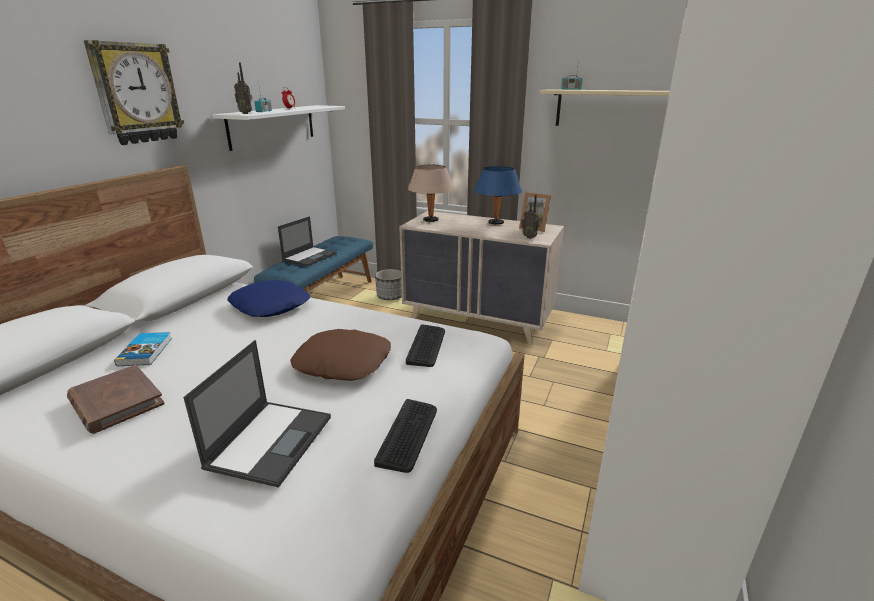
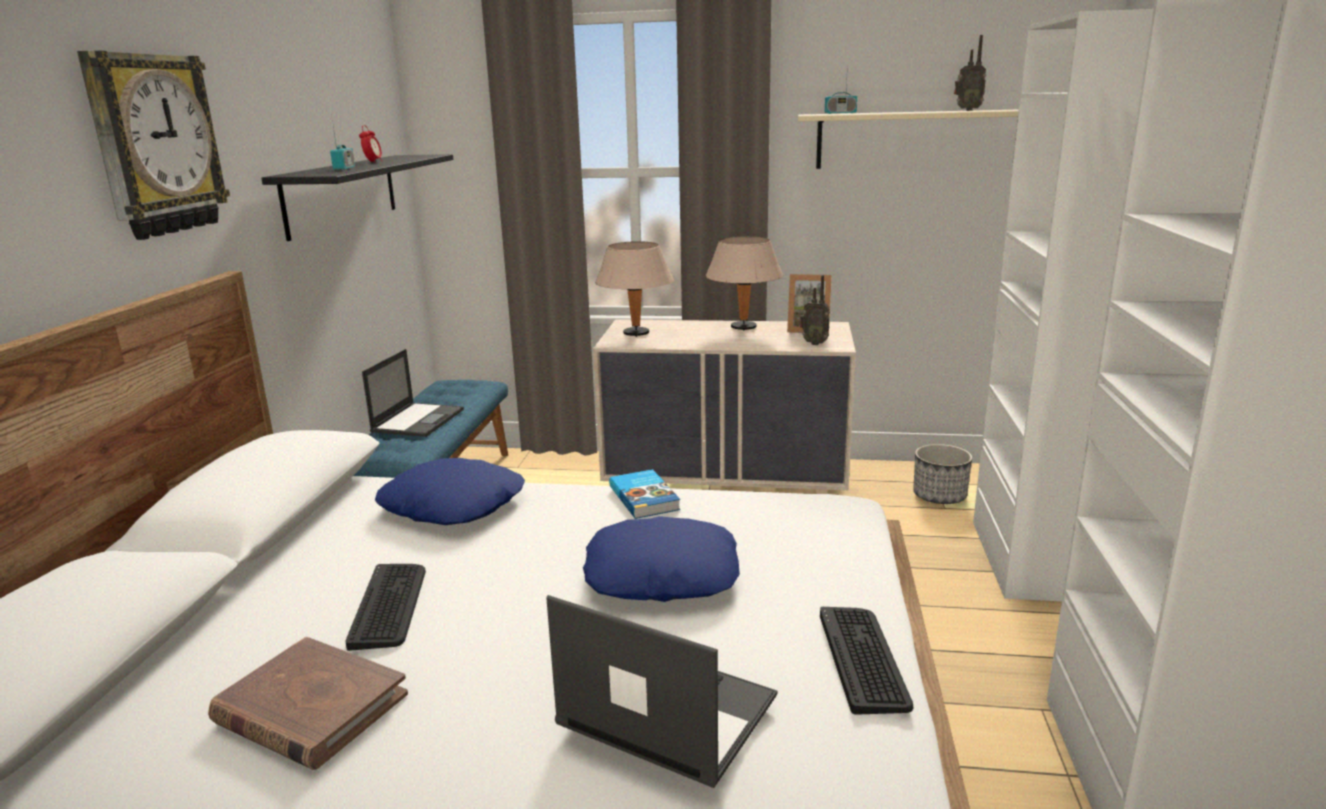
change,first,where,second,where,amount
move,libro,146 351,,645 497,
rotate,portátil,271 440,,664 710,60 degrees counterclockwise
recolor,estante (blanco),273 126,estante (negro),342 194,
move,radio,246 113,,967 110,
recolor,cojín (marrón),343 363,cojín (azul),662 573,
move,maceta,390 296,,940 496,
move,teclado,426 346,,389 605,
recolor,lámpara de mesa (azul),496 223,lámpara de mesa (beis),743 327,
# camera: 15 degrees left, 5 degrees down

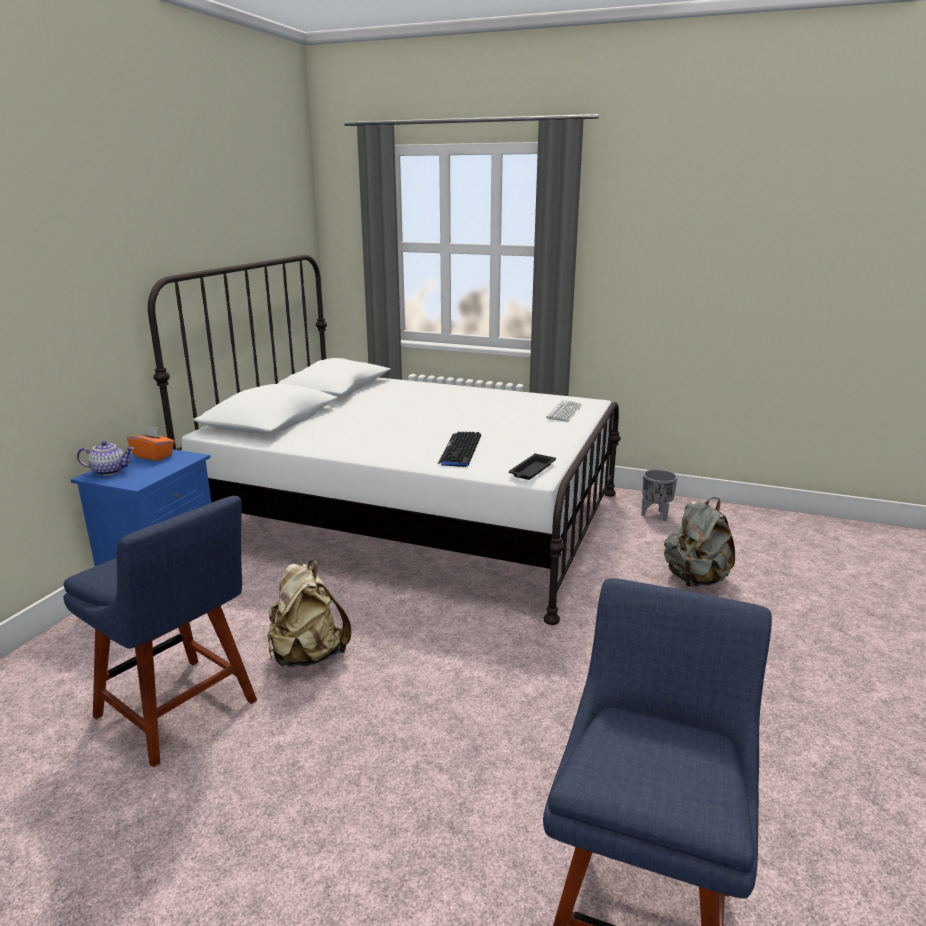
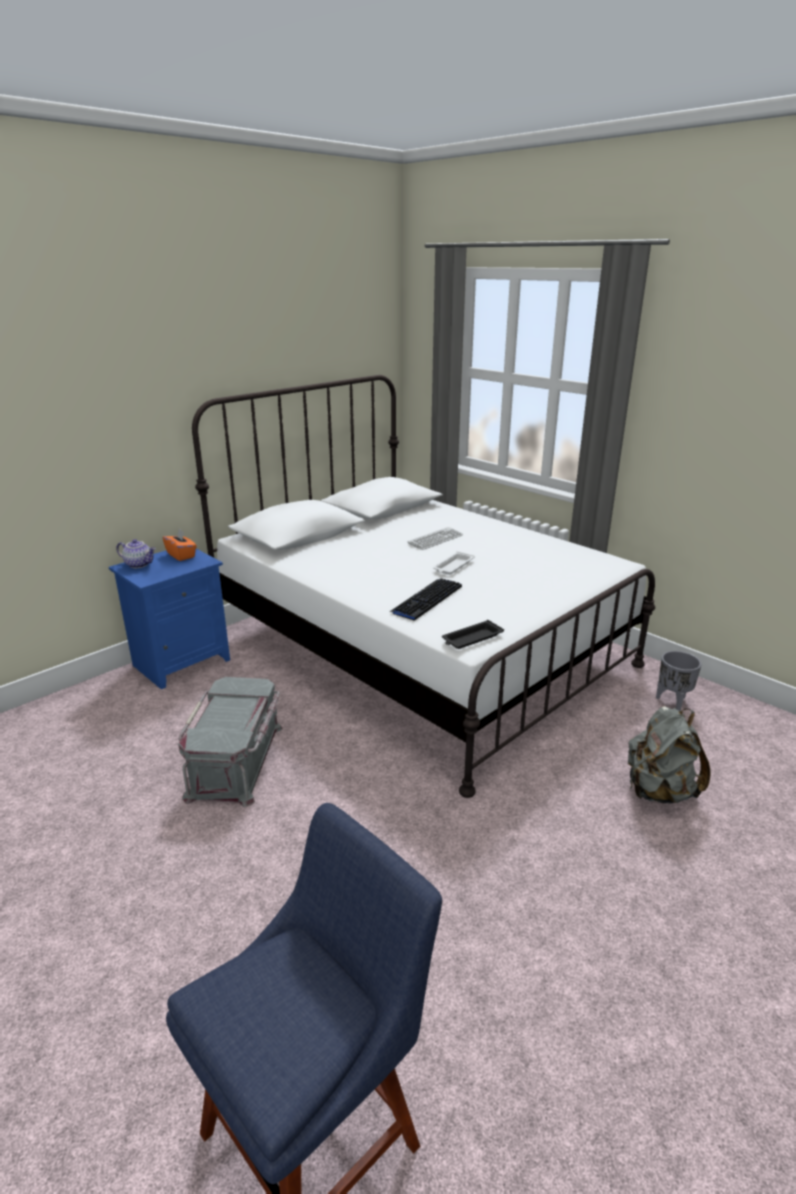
change,first,where,second,where,amount
delete,silla (azul),181 712,,,
replace,mochila (beis),308 655,caja de almacenaje (gris),237 761,
move,teclado,564 412,,435 539,
insert,,,bandeja (blanco),453 566,
# camera: 25 degrees right, 5 degrees up

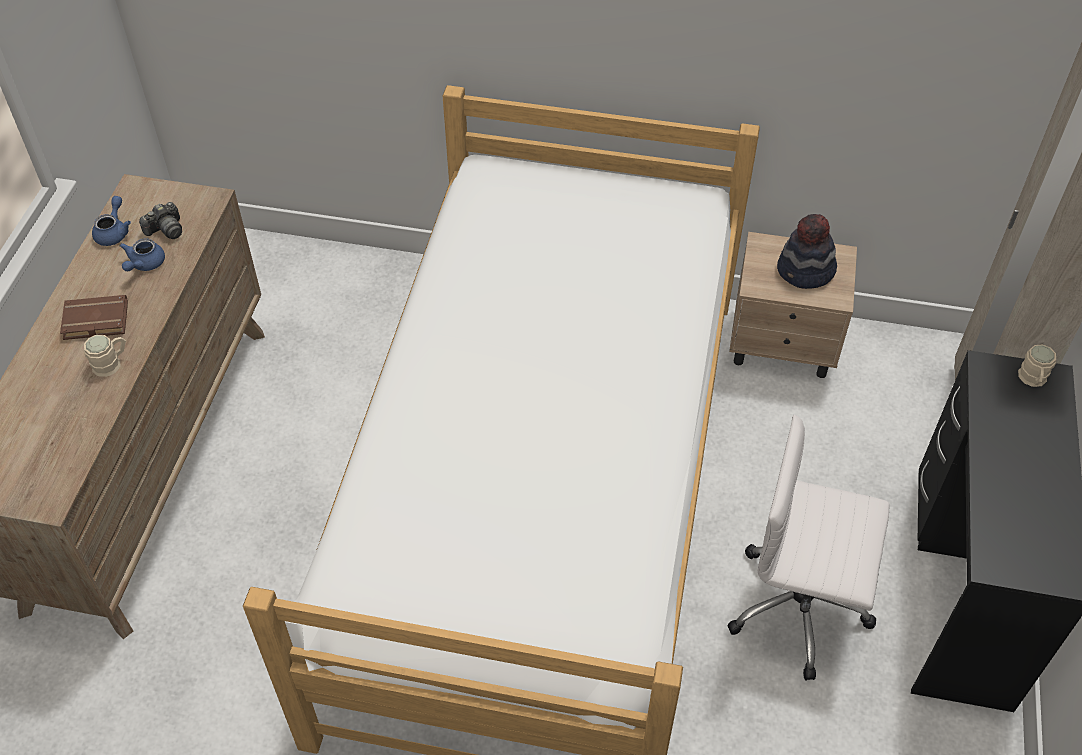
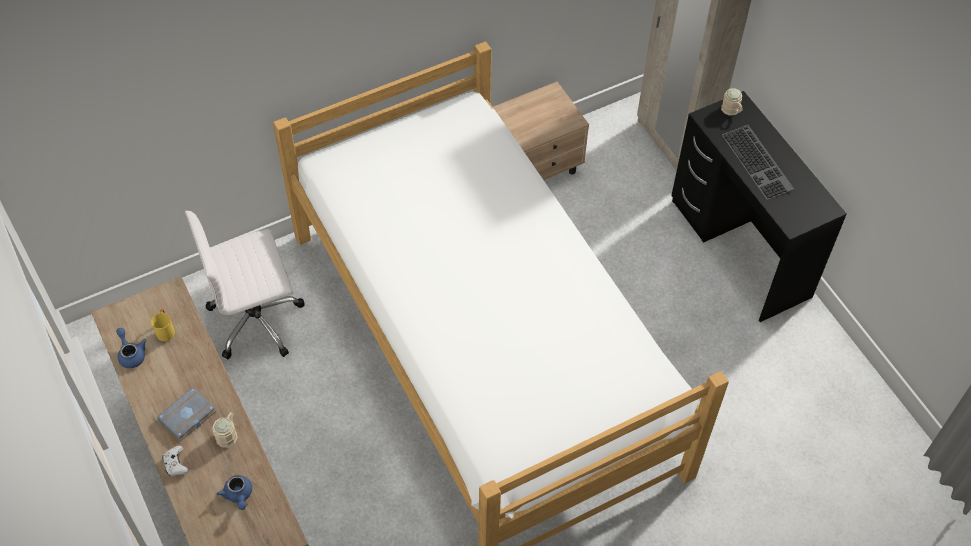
change,first,where,second,where,amount
recolor,libro (marrón),94 322,libro (gris),187 417,
move,tetera (azul),144 264,,238 495,
replace,cámara,166 230,taza grande (amarillo),165 330,
move,silla de oficina (blanco),800 607,,257 319,
delete,sombrero,805 272,,,
insert,,,mando de consola (blanco),176 464,
insert,,,teclado,759 162,
# camera: 40 degrees left, 5 degrees up

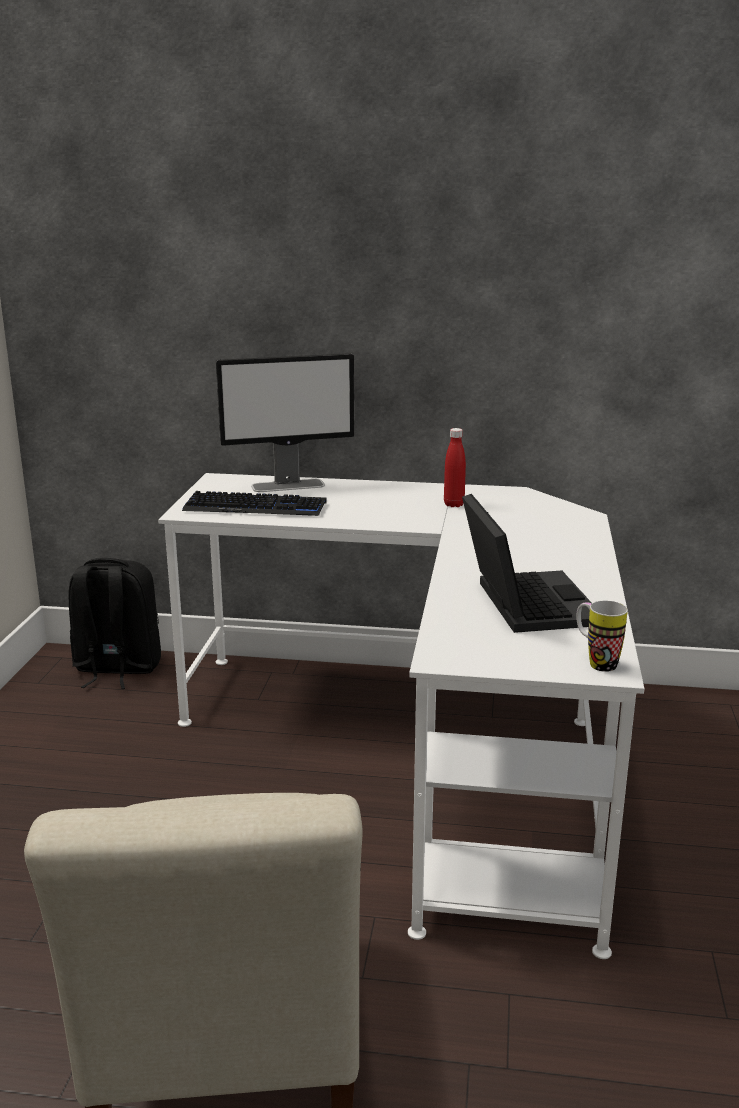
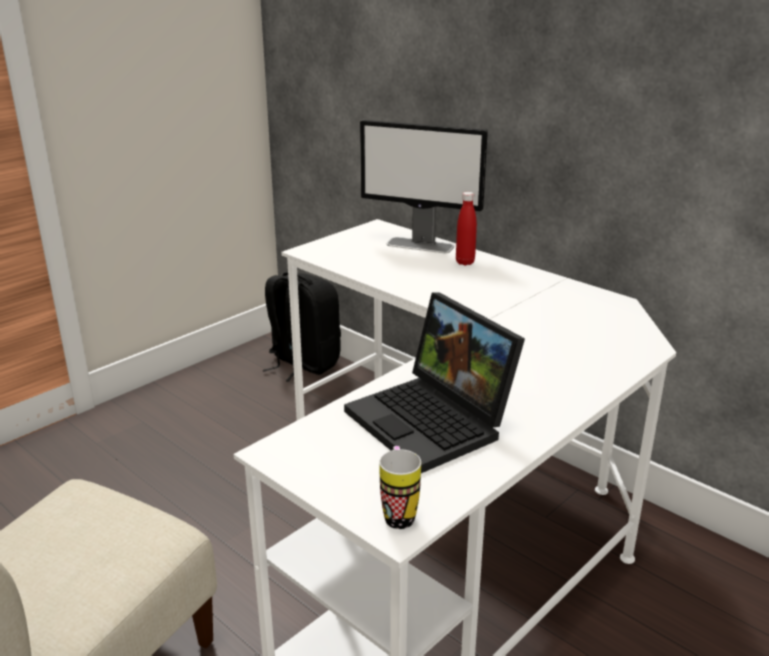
change,first,where,second,where,amount
delete,teclado,255 507,,,
move,botella (rojo),454 504,,465 262,
rotate,portátil,523 603,,434 422,120 degrees clockwise
# camera: 35 degrees right, 5 degrees up

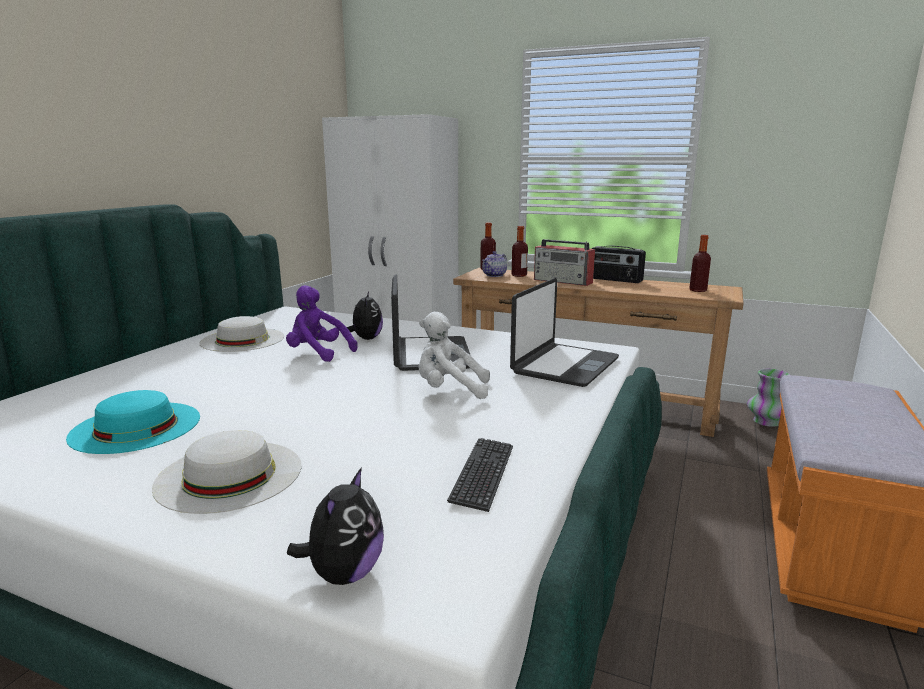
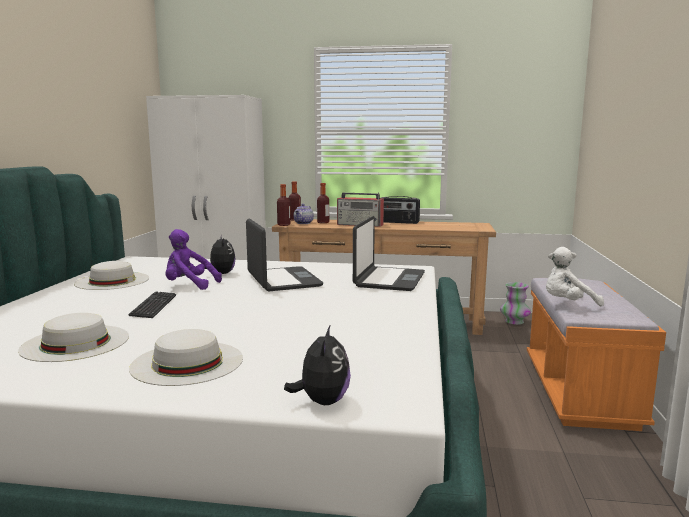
change,first,where,second,where,amount
recolor,sombrero (turquesa),136 426,sombrero (blanco),75 343,
move,peluche (blanco),450 391,,567 304,
move,teclado,483 474,,154 306,
move,botella,698 290,,284 225,
# camera: 15 degrees left, 5 degrees down

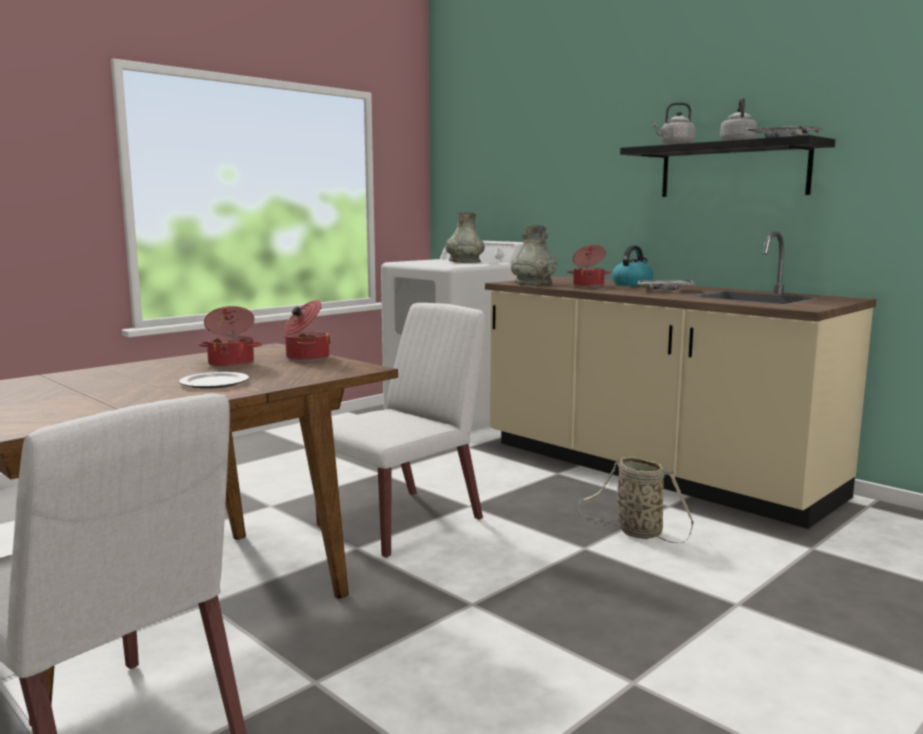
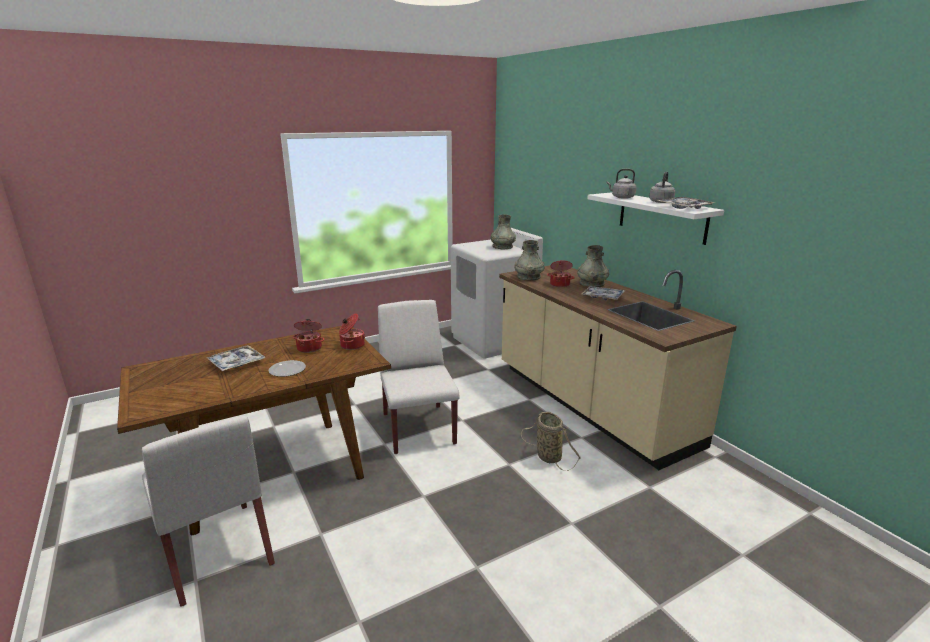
change,first,where,second,where,amount
rotate,silla (blanco),402 522,,418 428,75 degrees counterclockwise
replace,hervidor,632 284,florero (gris),592 283,
recolor,estante (negro),733 170,estante (blanco),661 217,
insert,,,bandeja,236 363,
# camera: 15 degrees right, 10 degrees up

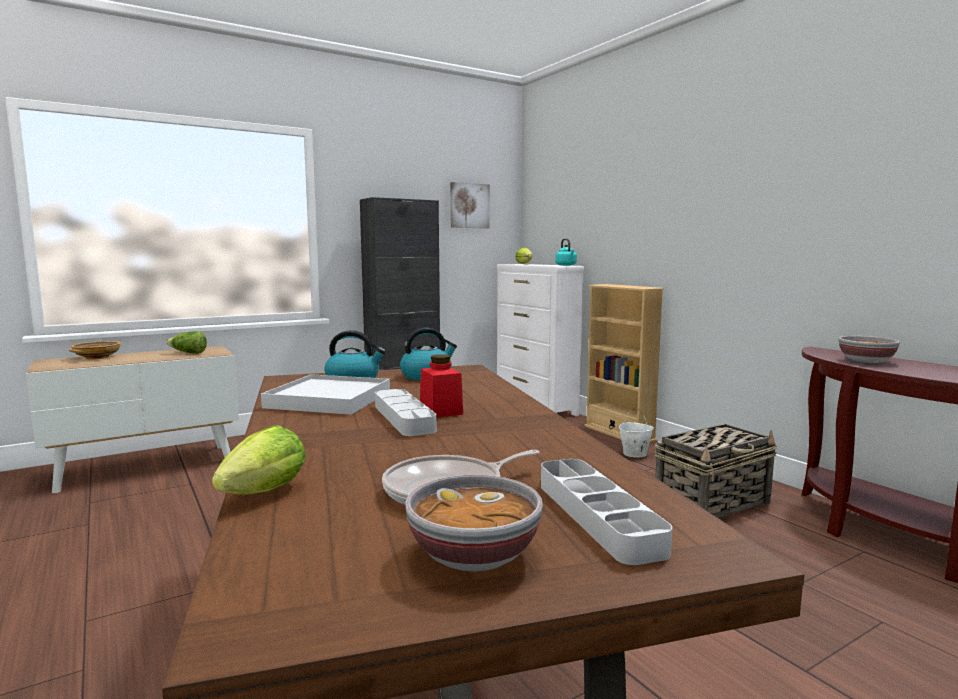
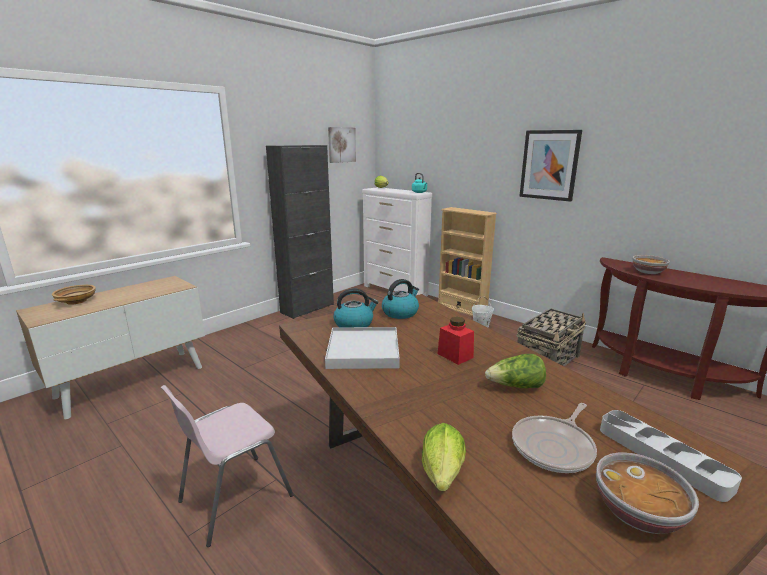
change,first,where,second,where,amount
move,lechuga,188 353,,515 386,
delete,bandeja (gris),403 418,,,
insert,,,silla (rosa),234 498,
insert,,,cuadro,549 165,
# camera: 15 degrees left, 10 degrees up

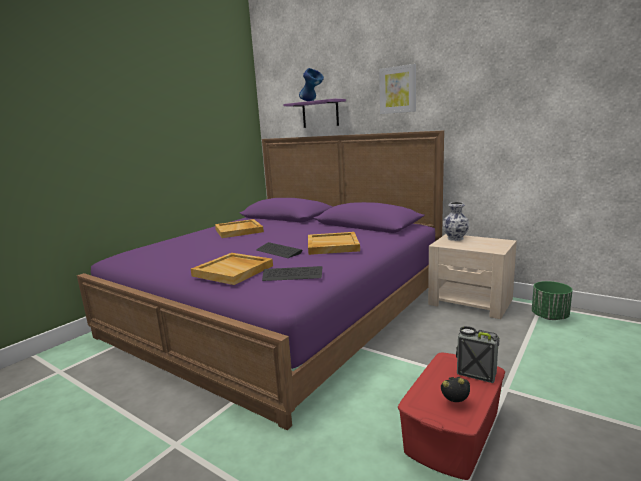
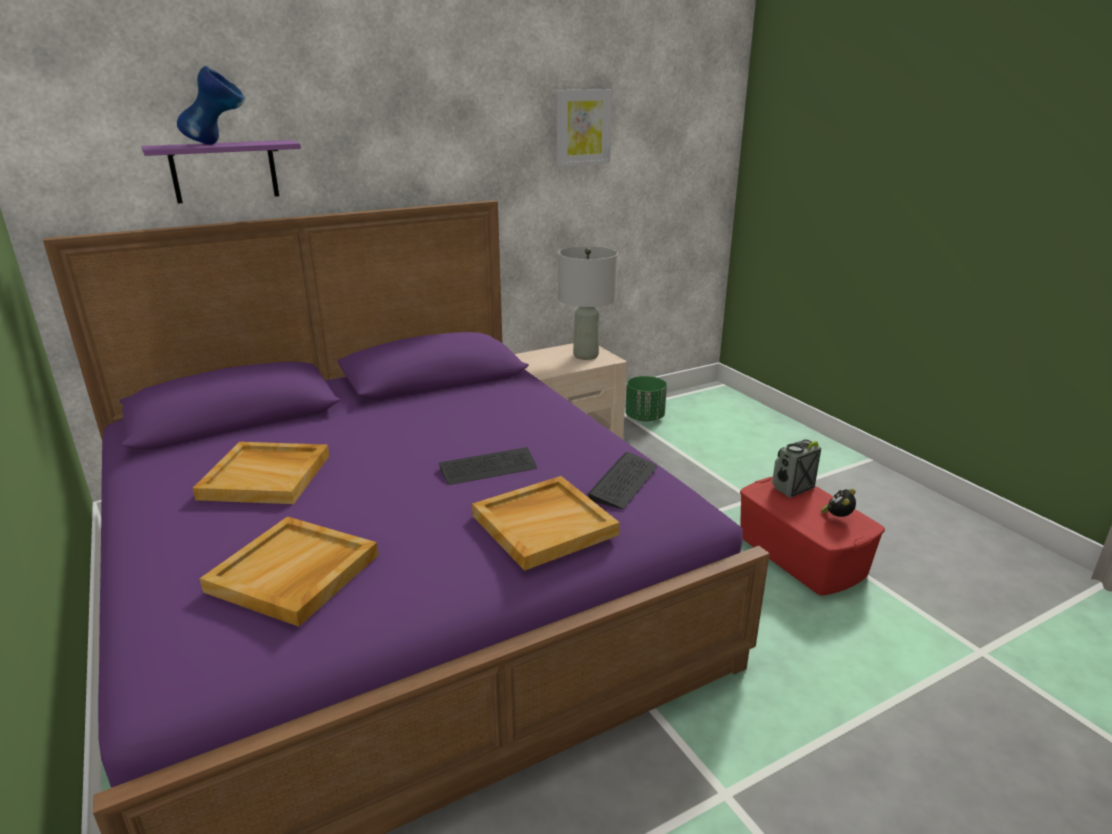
change,first,where,second,where,amount
move,bandeja (beis),332 246,,294 574,
move,cuadro,398 90,,582 127,
delete,florero,455 238,,,
insert,,,lámpara de mesa (gris),585 355,
# camera: 65 degrees left, 10 degrees up

